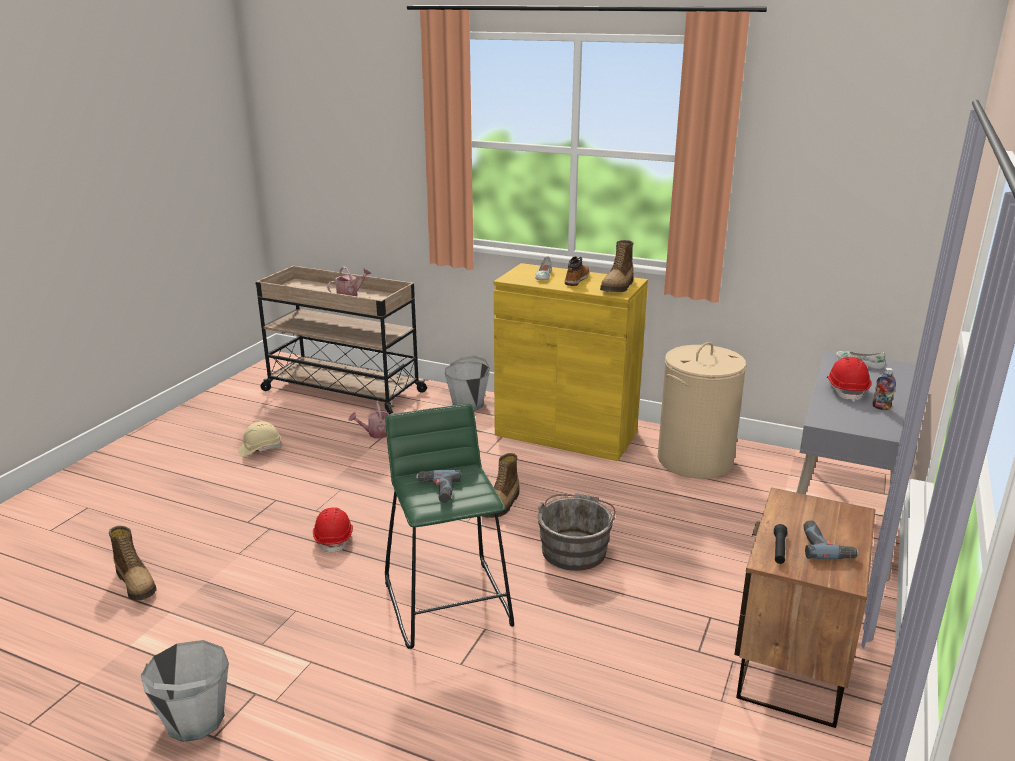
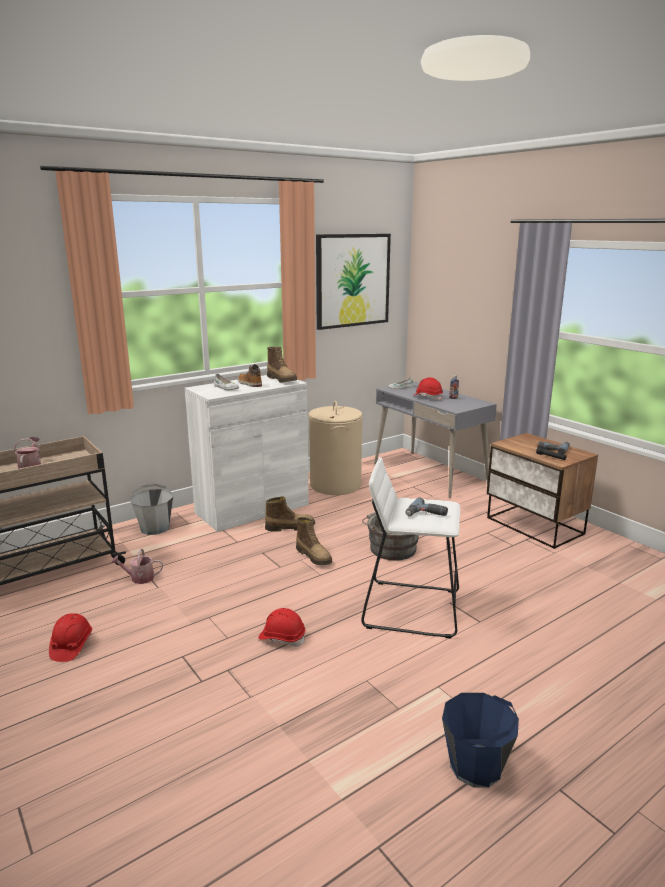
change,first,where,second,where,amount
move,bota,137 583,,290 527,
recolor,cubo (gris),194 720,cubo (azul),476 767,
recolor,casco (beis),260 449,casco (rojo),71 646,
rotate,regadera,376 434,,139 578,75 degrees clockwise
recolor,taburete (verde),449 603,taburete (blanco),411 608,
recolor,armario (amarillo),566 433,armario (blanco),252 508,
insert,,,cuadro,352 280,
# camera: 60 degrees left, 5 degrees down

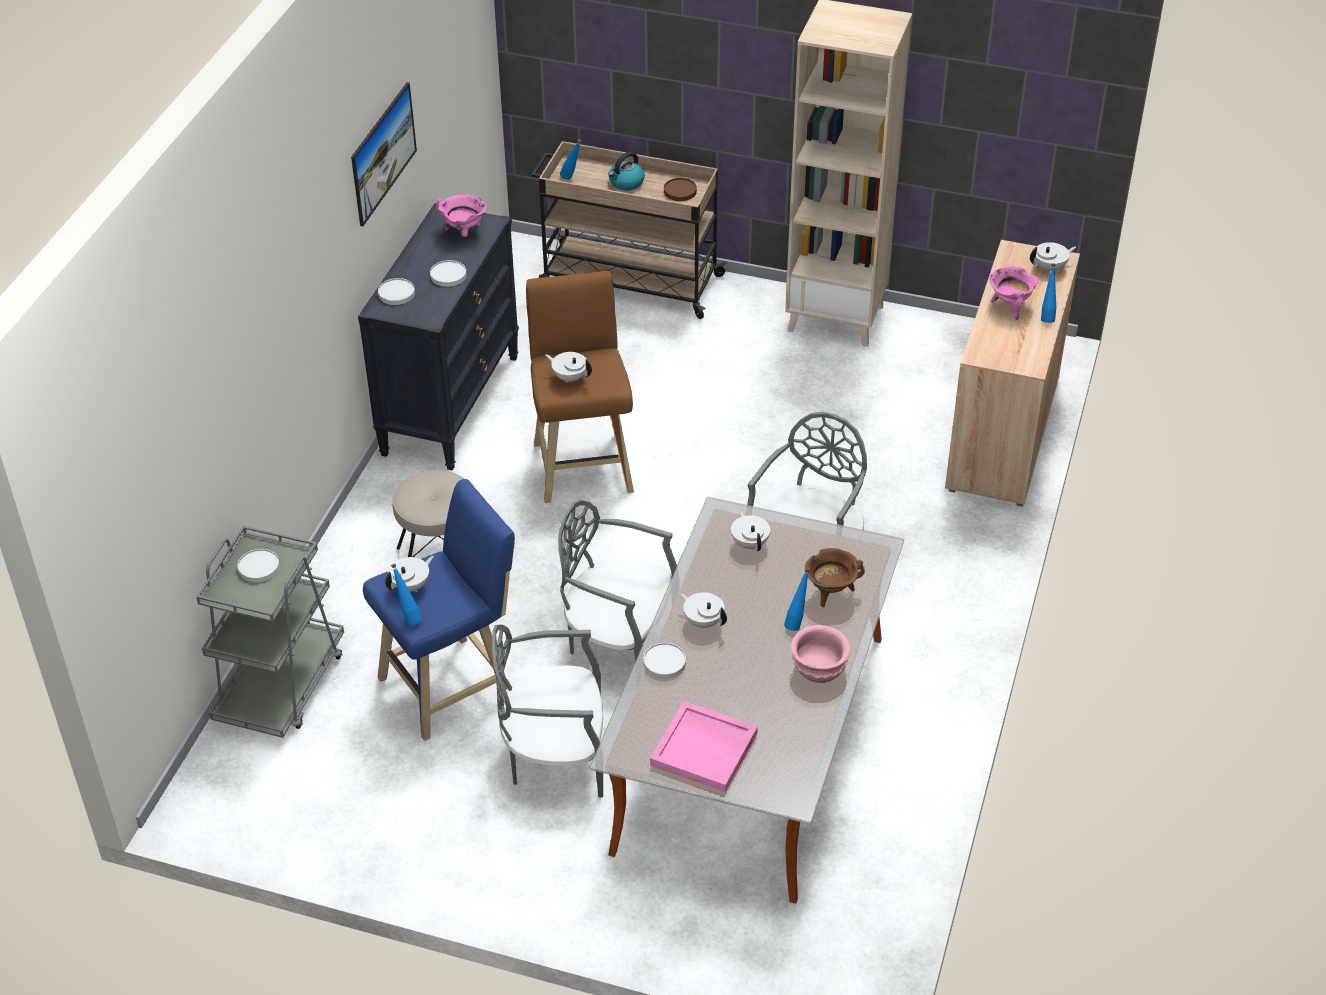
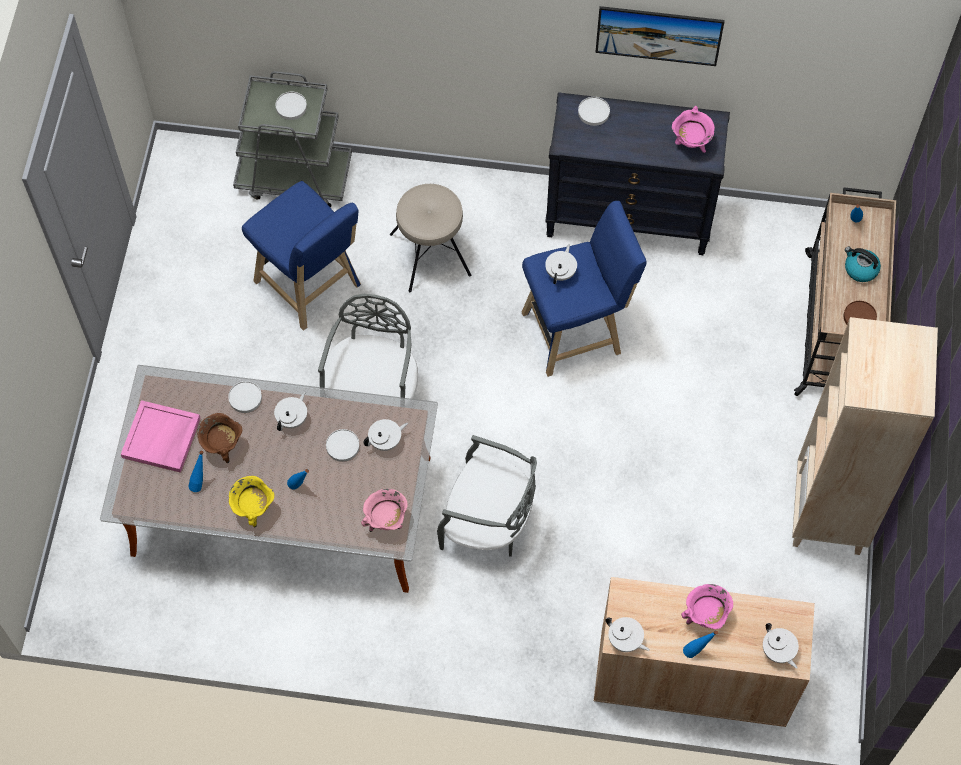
change,first,where,second,where,amount
move,tetera (blanco),411 586,,625 640,
move,botella (azul),408 617,,200 482,
move,plato (blanco),448 275,,342 446,
delete,silla (gris),555 756,,,
recolor,taburete (marrón),582 463,taburete (azul),577 331,
replace,cuenco (rosa),819 667,olla (amarillo),253 509,
move,olla (marrón),831 593,,222 446,
insert,,,olla (rosa),386 521,
# camera: 80 degrees right, 20 degrees up

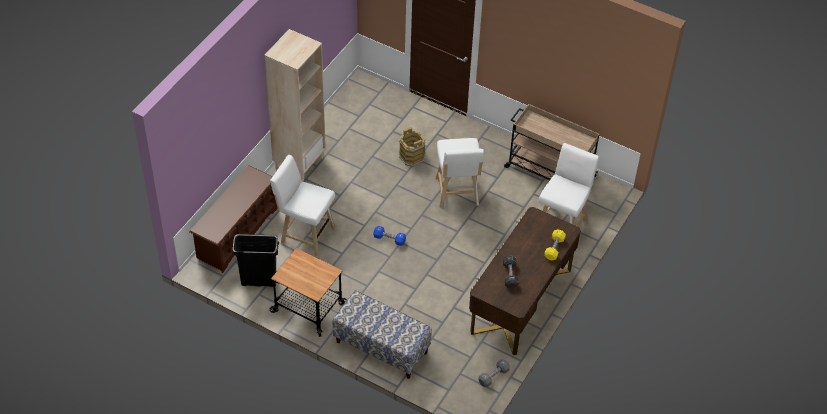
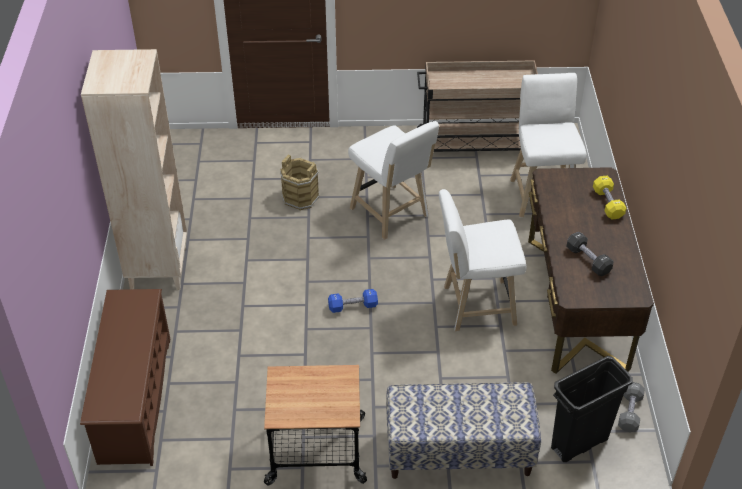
change,first,where,second,where,amount
move,papelera (negro),258 281,,579 443,
move,taburete (blanco),305 234,,474 306,
# camera: 30 degrees left, 5 degrees down

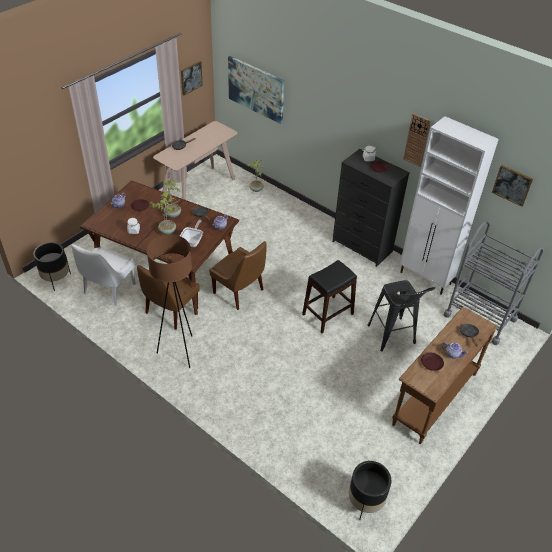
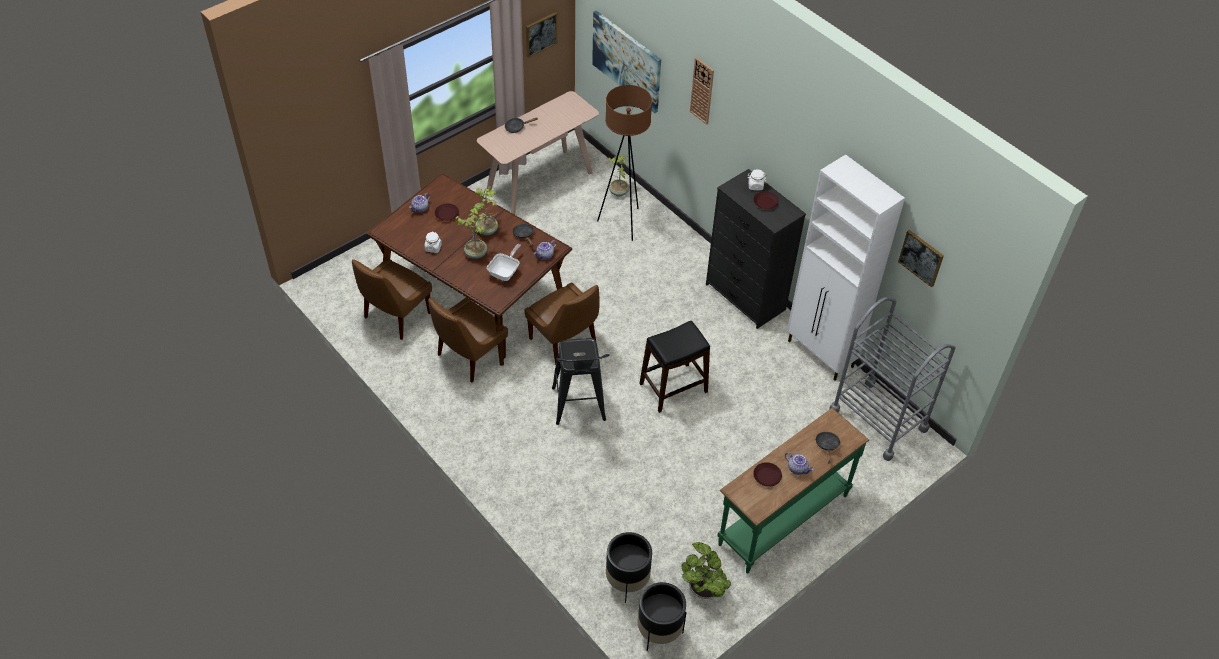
change,first,where,second,where,amount
move,maceta (negro),56 279,,627 581,
recolor,silla (blanco),108 290,silla (marrón),395 316,
move,lámpara de pie (marrón),180 351,,623 222,
move,taburete (negro),393 338,,579 410,
recolor,mesa consola (marrón),434 398,mesa consola (verde),782 518,
move,reloj de pared,417 140,,702 91,
insert,,,planta en maceta,703 587,
# camera: 10 degrees right, 5 degrees up

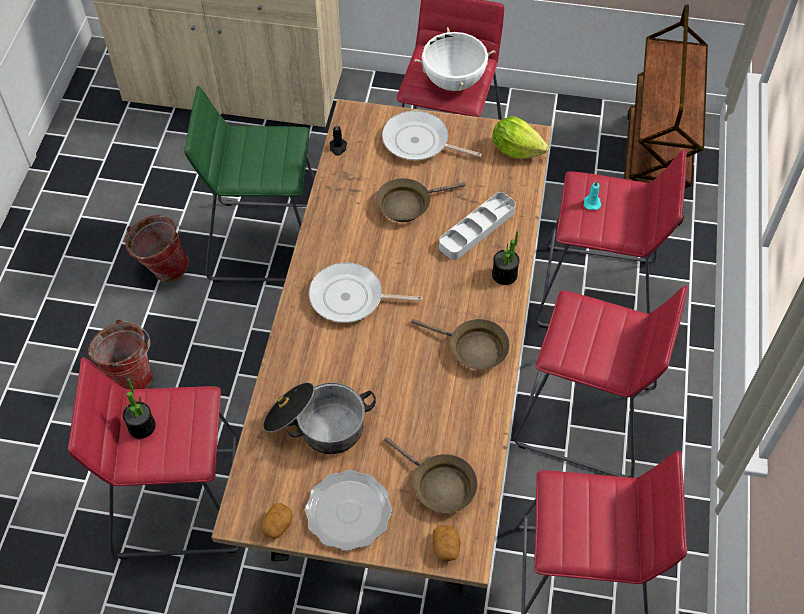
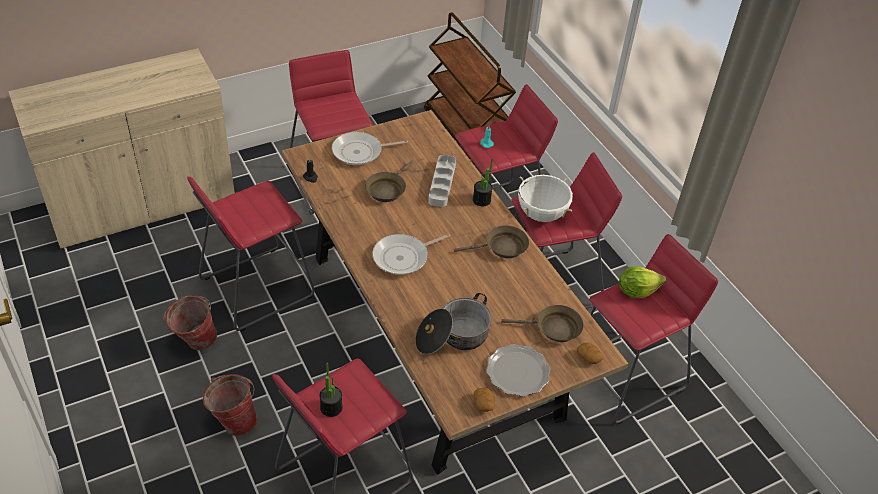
change,first,where,second,where,amount
recolor,taburete (verde),266 242,taburete (rojo),256 288,
move,olla (blanco),453 81,,541 214,
move,lechuga,516 149,,637 291,
# camera: 40 degrees left, 10 degrees down

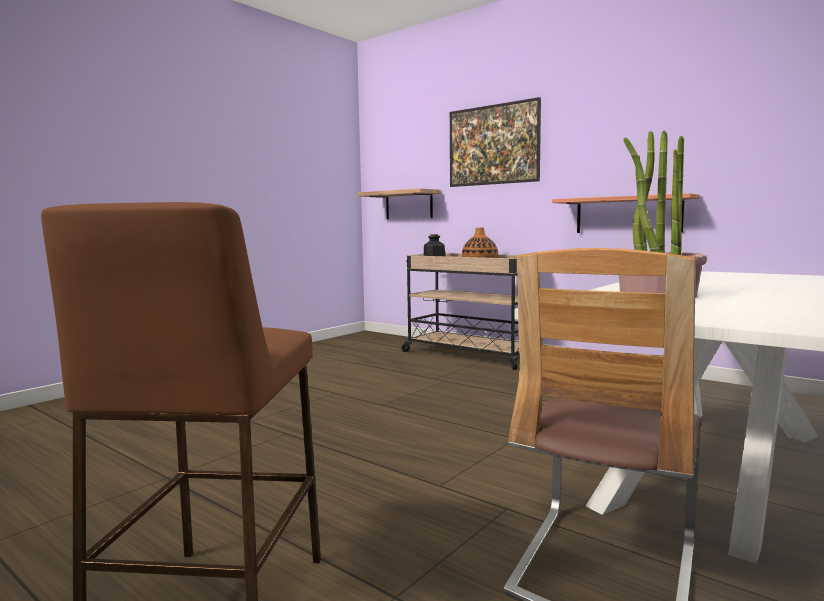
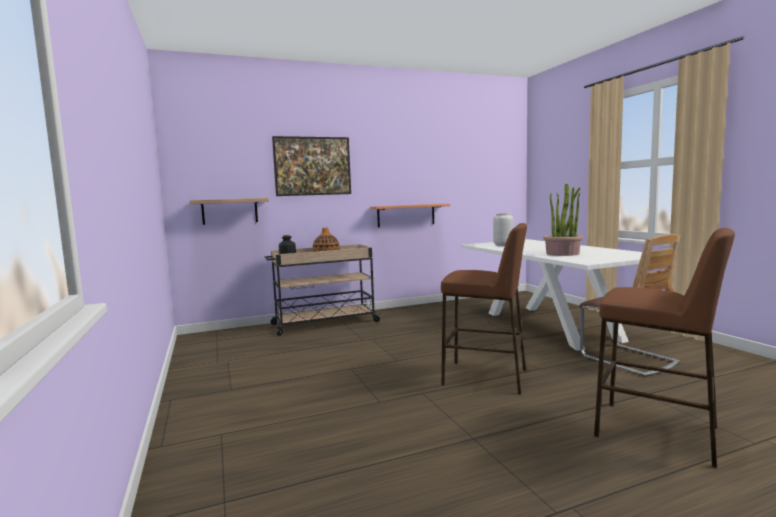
change,first,where,second,where,amount
insert,,,taburete (marrón),485 377,
insert,,,florero (gris),503 245,
# camera: 60 degrees left, 0 degrees up

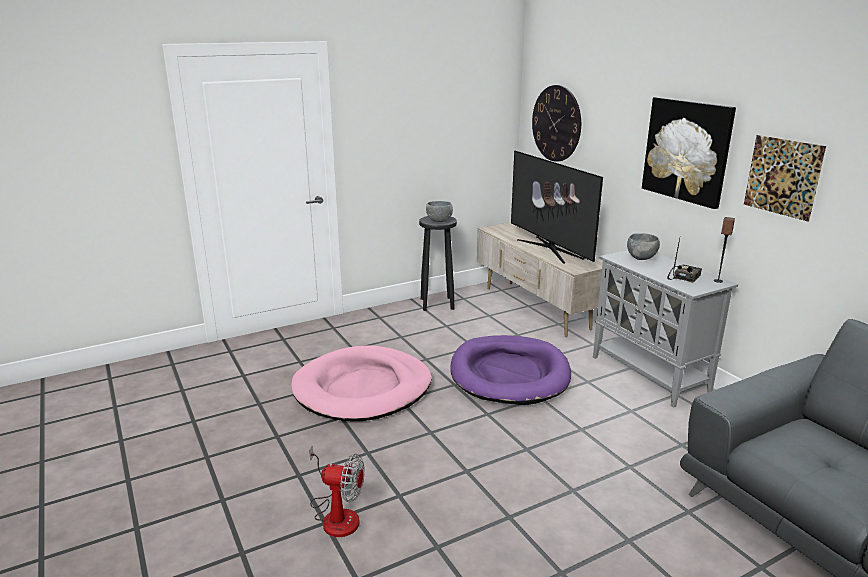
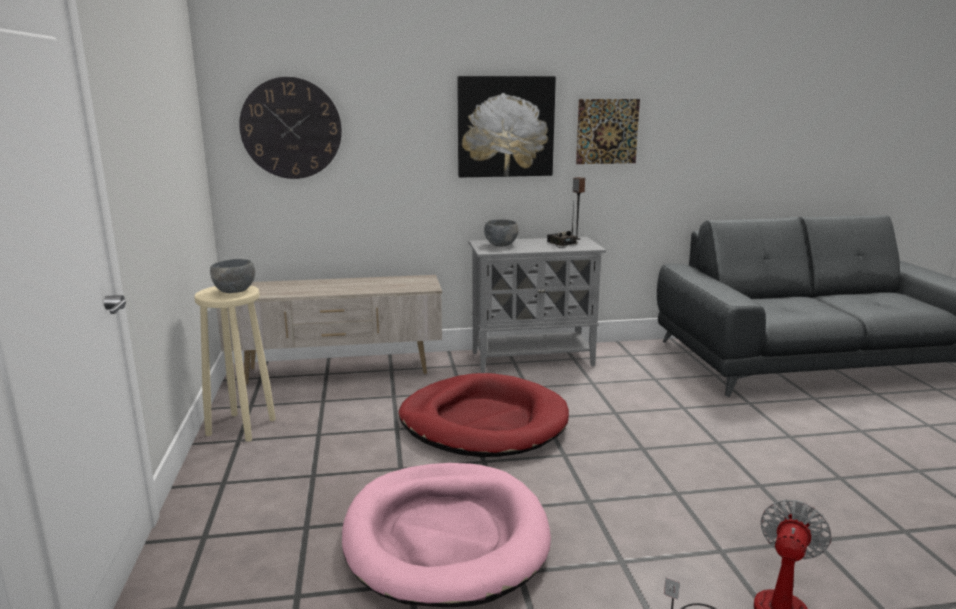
change,first,where,second,where,amount
recolor,taburete (negro),437 304,taburete (beis),242 426,
recolor,cama para perro (morado),509 374,cama para perro (rojo),483 422,
delete,televisor,549 249,,,
# camera: 70 degrees left, 5 degrees down

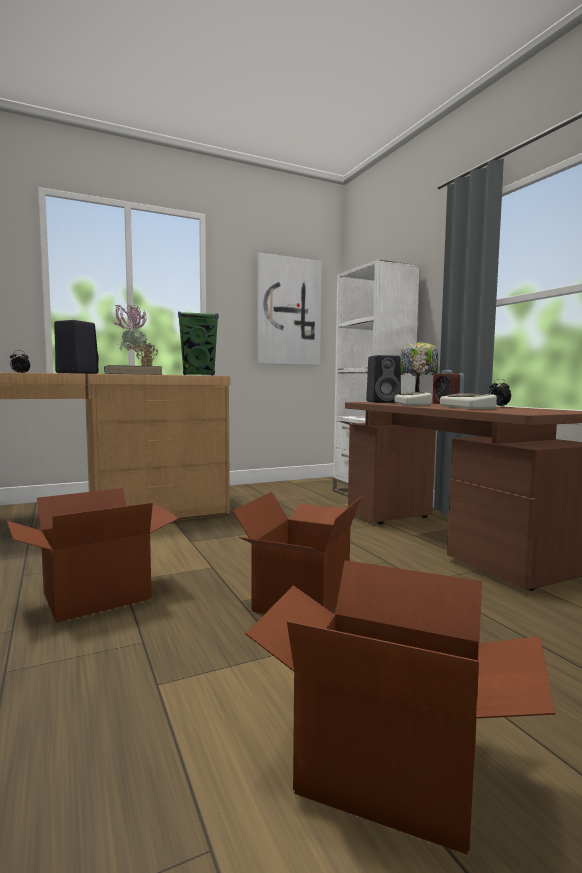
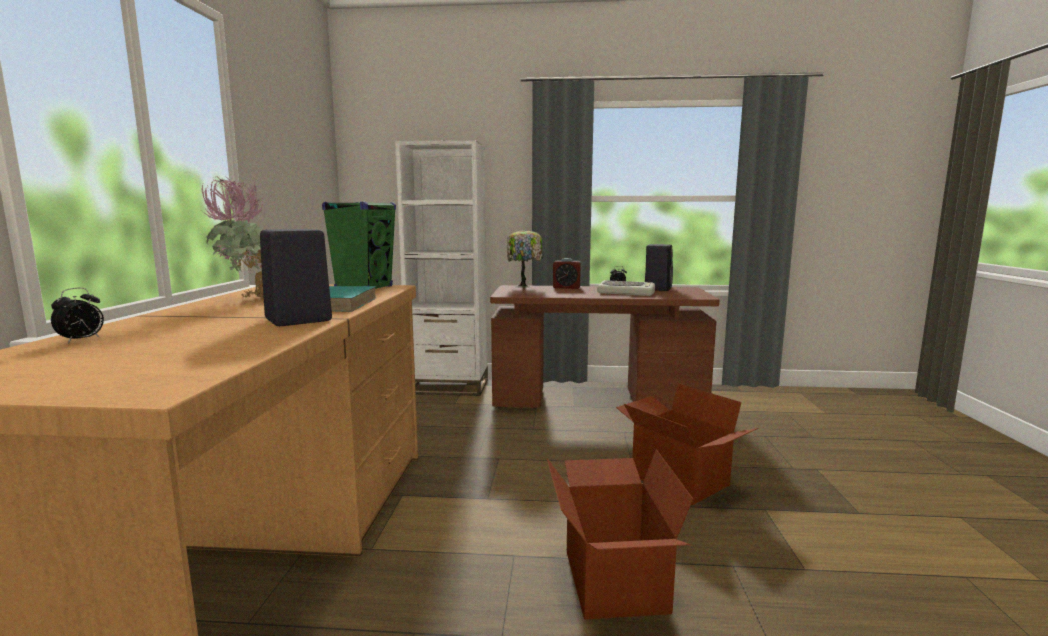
change,first,where,second,where,amount
delete,caja de cartón,390 766,,,
delete,cuadro,288 311,,,
move,altavoz (negro),383 402,,657 288,
delete,teclado,413 404,,,
# camera: 60 degrees left, 5 degrees up

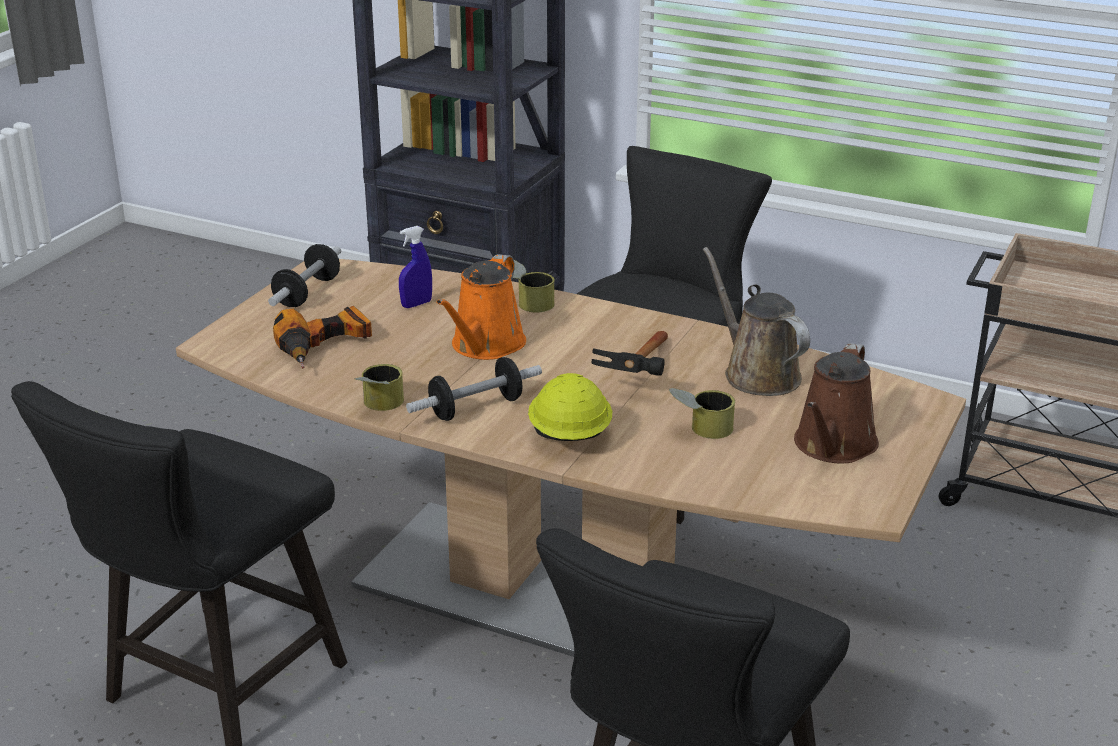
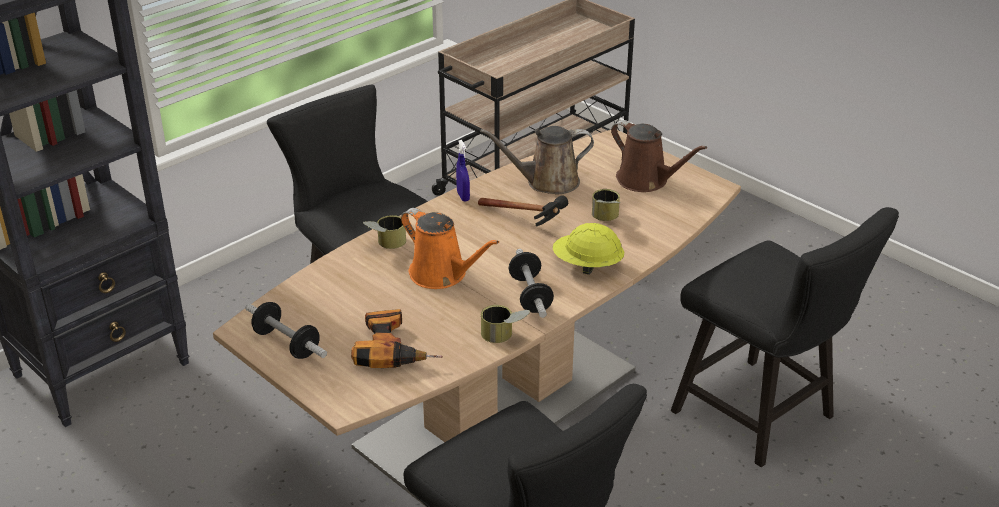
change,first,where,second,where,amount
move,pulverizador (azul),416 304,,463 196,
# camera: 70 degrees left, 5 degrees up

